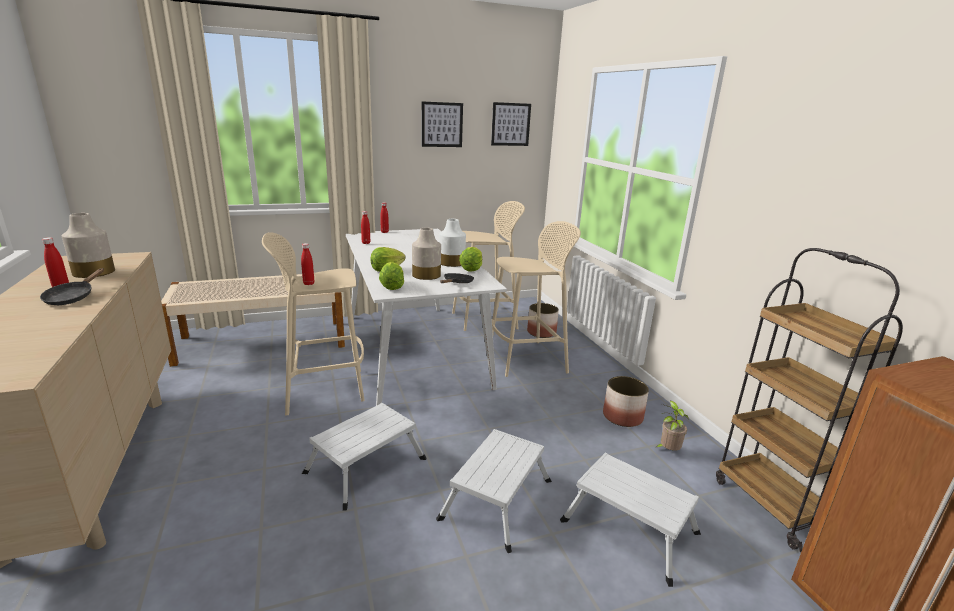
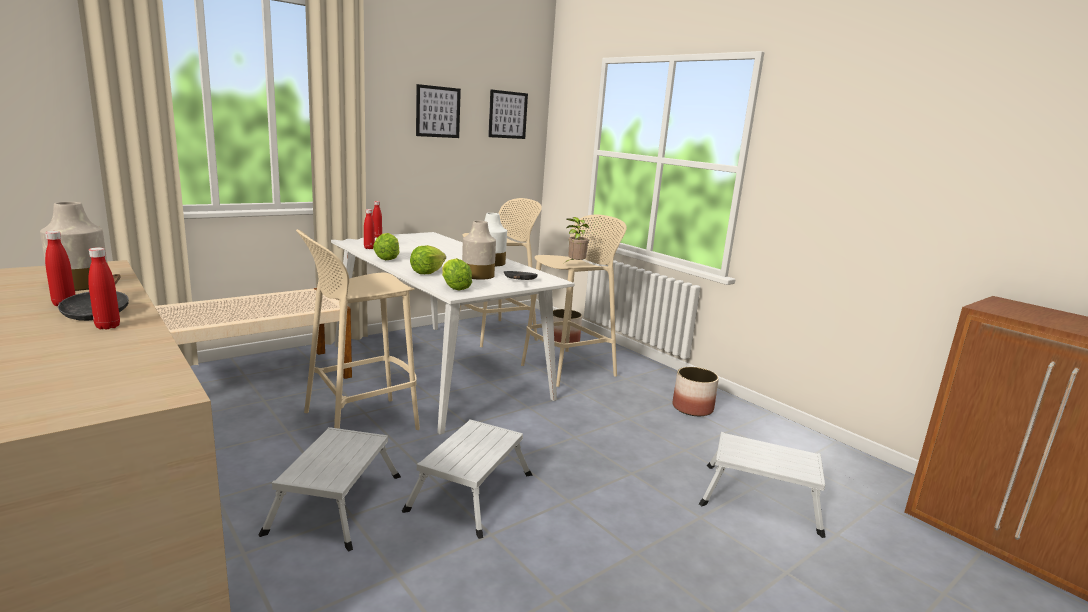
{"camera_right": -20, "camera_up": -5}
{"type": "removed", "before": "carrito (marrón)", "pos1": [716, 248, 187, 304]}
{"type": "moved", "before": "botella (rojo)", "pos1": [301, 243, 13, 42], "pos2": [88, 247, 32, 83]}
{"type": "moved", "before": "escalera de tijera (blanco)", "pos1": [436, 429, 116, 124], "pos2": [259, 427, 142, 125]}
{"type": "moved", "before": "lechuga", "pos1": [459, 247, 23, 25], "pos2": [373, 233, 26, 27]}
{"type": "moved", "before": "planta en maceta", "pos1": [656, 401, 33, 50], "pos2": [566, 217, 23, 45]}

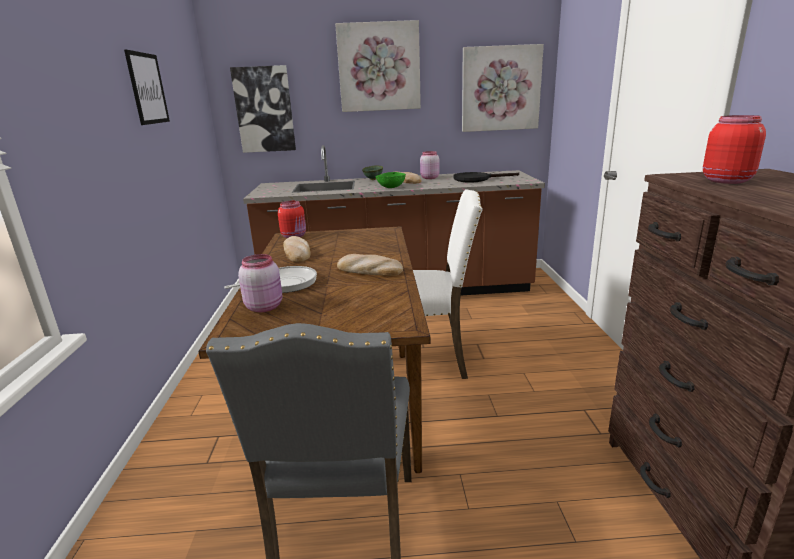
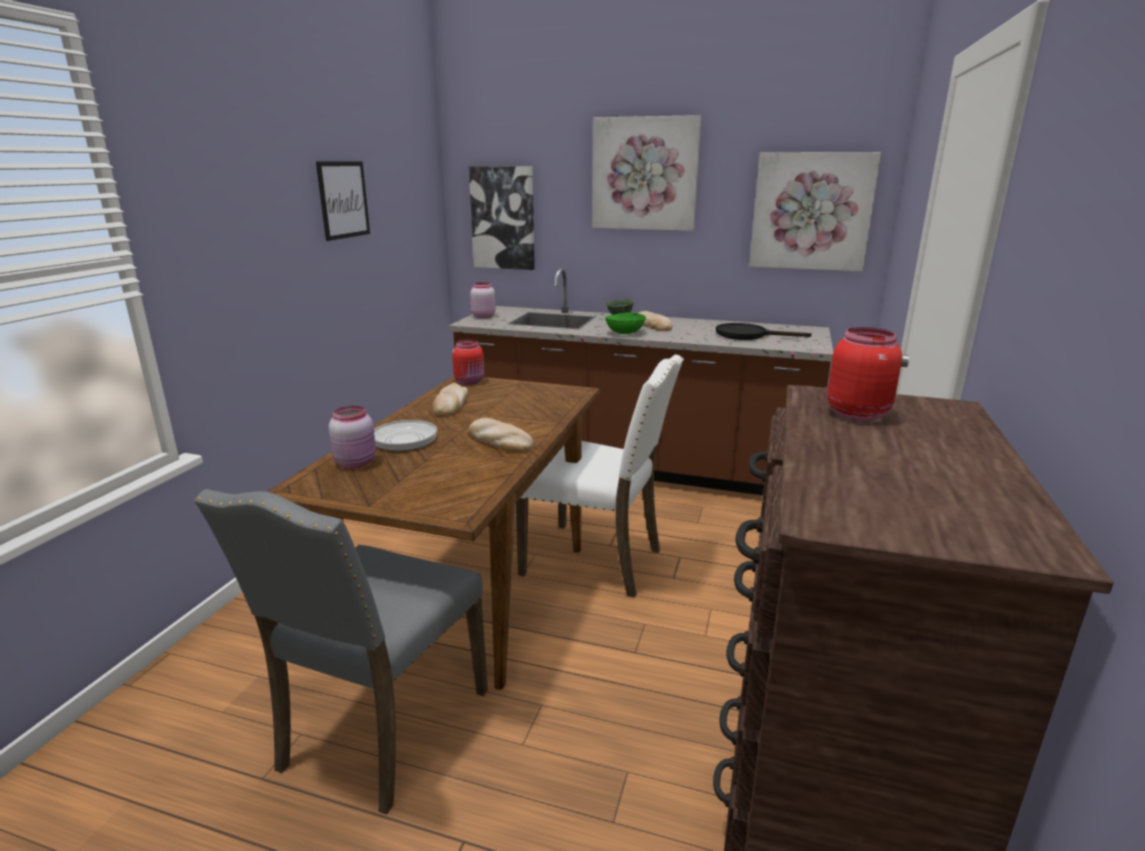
{"camera_right": 20, "camera_up": 0}
{"type": "moved", "before": "tarro (rosa)", "pos1": [420, 151, 19, 28], "pos2": [470, 282, 26, 36]}

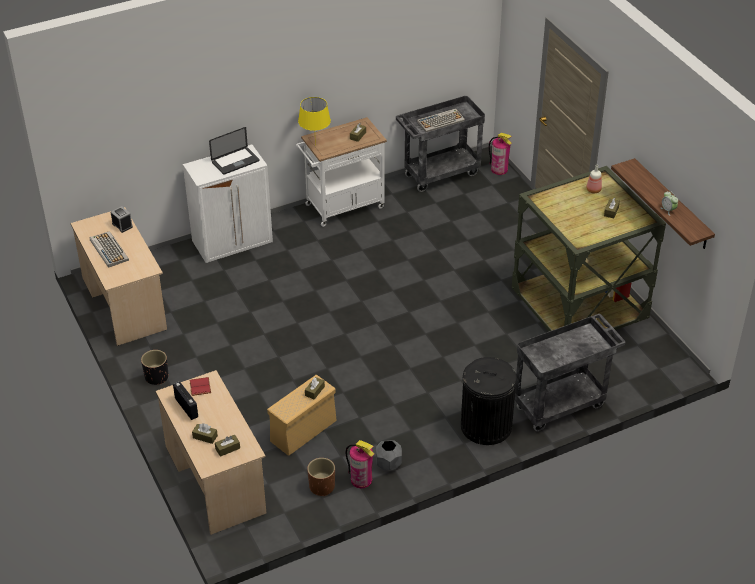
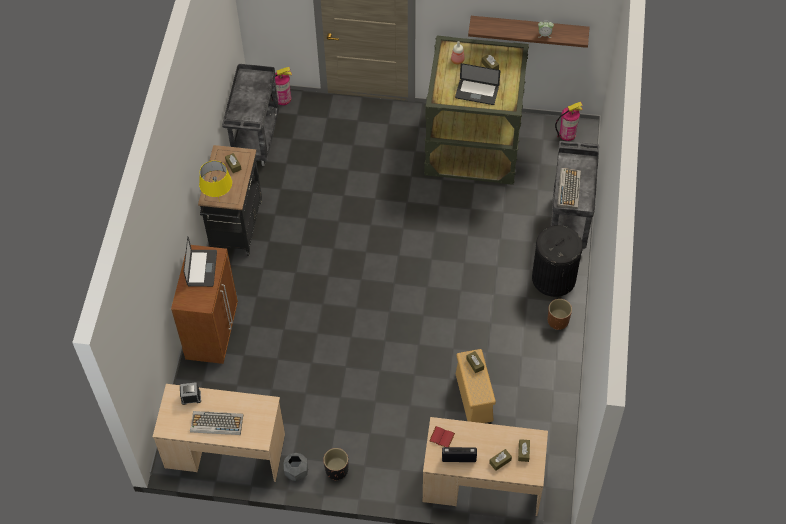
{"camera_right": -55, "camera_up": 15}
{"type": "added", "after": "portátil", "pos2": [455, 63, 45, 42]}
{"type": "moved", "before": "maceta (marrón)", "pos1": [307, 458, 28, 38], "pos2": [548, 299, 24, 31]}
{"type": "moved", "before": "extintor", "pos1": [345, 440, 29, 48], "pos2": [555, 102, 28, 39]}
{"type": "moved", "before": "maceta (gris)", "pos1": [376, 440, 26, 30], "pos2": [283, 453, 25, 28]}
{"type": "moved", "before": "teclado", "pos1": [417, 108, 48, 24], "pos2": [557, 168, 24, 41]}
{"type": "recoloured", "before": "armario (blanco)", "after": "armario (marrón)", "pos1": [183, 145, 90, 118], "pos2": [171, 245, 67, 119]}
{"type": "recoloured", "before": "carrito (blanco)", "after": "carrito (negro)", "pos1": [296, 117, 91, 110], "pos2": [198, 145, 64, 111]}

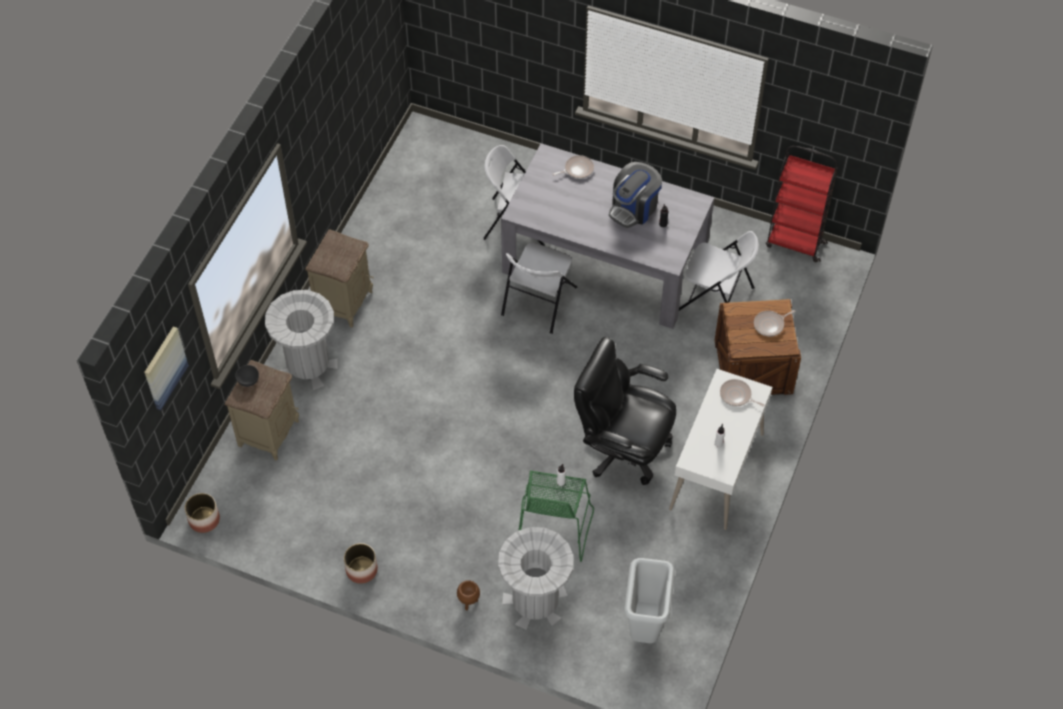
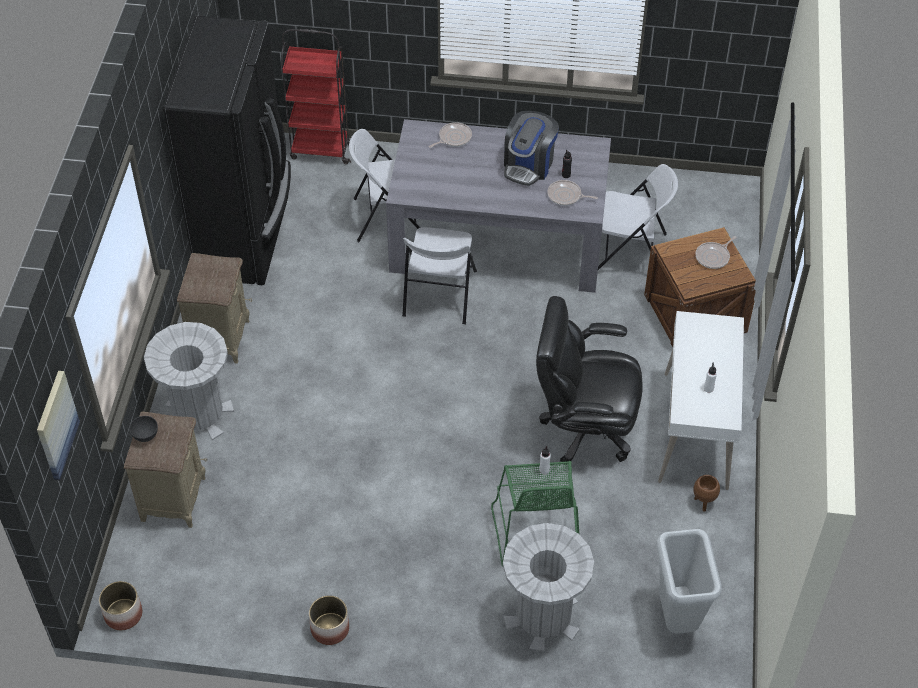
{"camera_right": -15, "camera_up": -5}
{"type": "added", "after": "nevera (negro)", "pos2": [163, 16, 128, 269]}
{"type": "moved", "before": "maceta (marrón)", "pos1": [457, 580, 23, 31], "pos2": [693, 475, 27, 37]}
{"type": "moved", "before": "sartén", "pos1": [720, 379, 44, 27], "pos2": [547, 180, 51, 26]}
{"type": "moved", "before": "carrito (rojo)", "pos1": [766, 146, 72, 116], "pos2": [281, 29, 70, 135]}

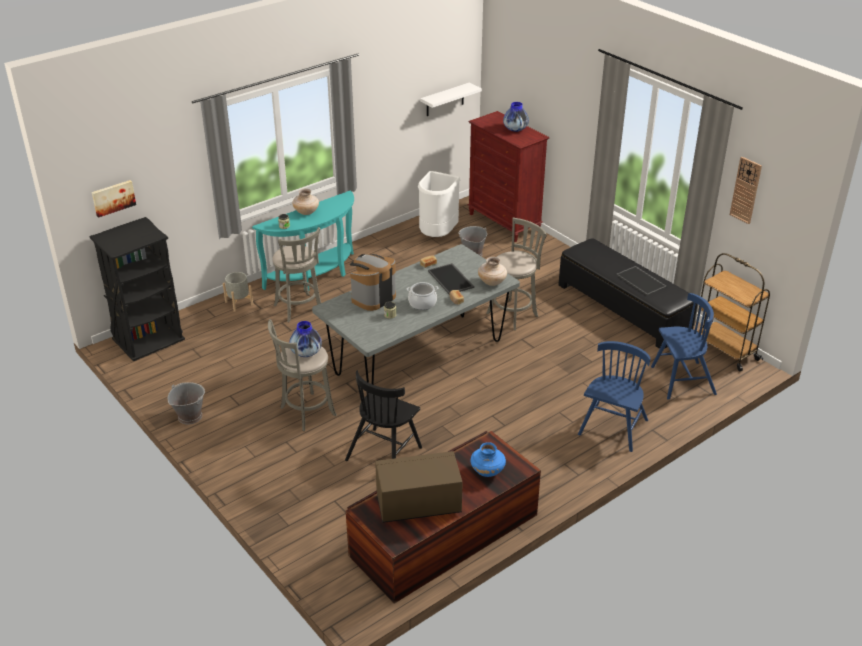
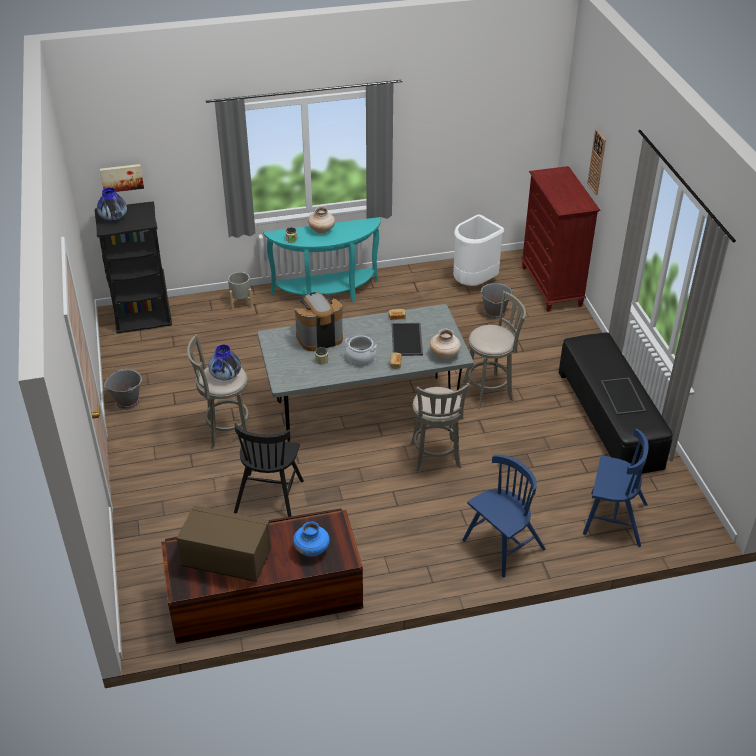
{"camera_right": 25, "camera_up": 5}
{"type": "removed", "before": "estante (blanco)", "pos1": [420, 82, 62, 34]}
{"type": "removed", "before": "carrito (marrón)", "pos1": [696, 253, 74, 118]}
{"type": "moved", "before": "taburete (gris)", "pos1": [272, 227, 49, 95], "pos2": [410, 383, 60, 89]}
{"type": "moved", "before": "florero", "pos1": [503, 102, 26, 30], "pos2": [97, 188, 30, 33]}
{"type": "moved", "before": "reloj de pared", "pos1": [730, 157, 32, 67], "pos2": [587, 129, 19, 66]}
{"type": "turned", "before": "silla (negro)", "pos1": [345, 370, 77, 91], "pos2": [234, 422, 70, 95], "turn": -45}

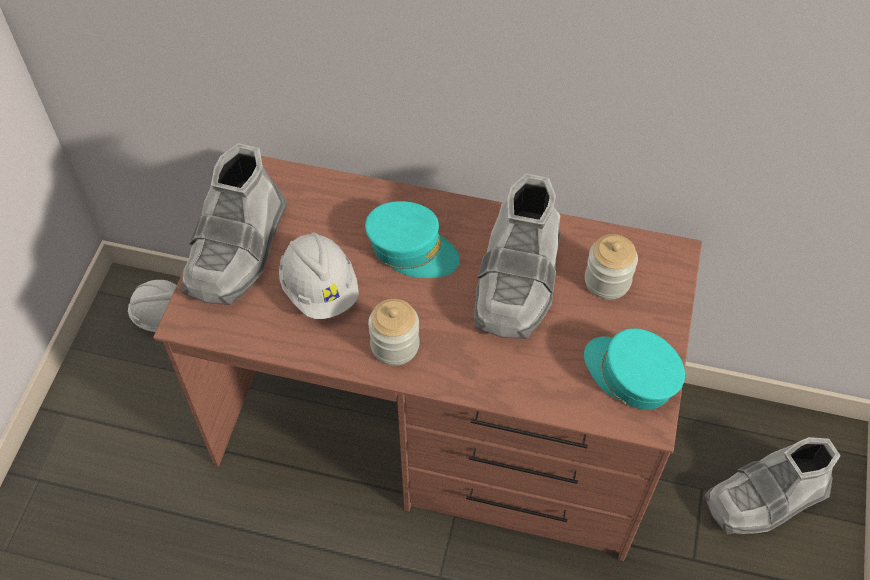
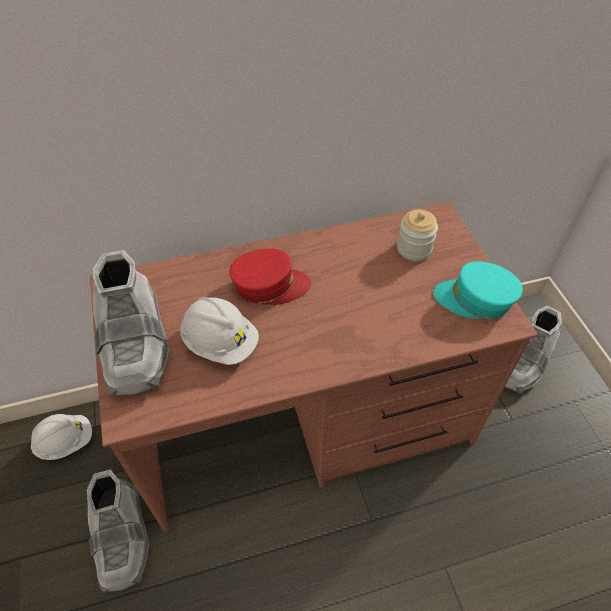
{"camera_right": -30, "camera_up": -5}
{"type": "removed", "before": "tarro", "pos1": [368, 299, 51, 67]}
{"type": "moved", "before": "bota (gris)", "pos1": [474, 174, 87, 165], "pos2": [87, 469, 62, 124]}
{"type": "recoloured", "before": "gorra (turquesa)", "after": "gorra (rojo)", "pos1": [365, 201, 95, 77], "pos2": [229, 248, 82, 57]}

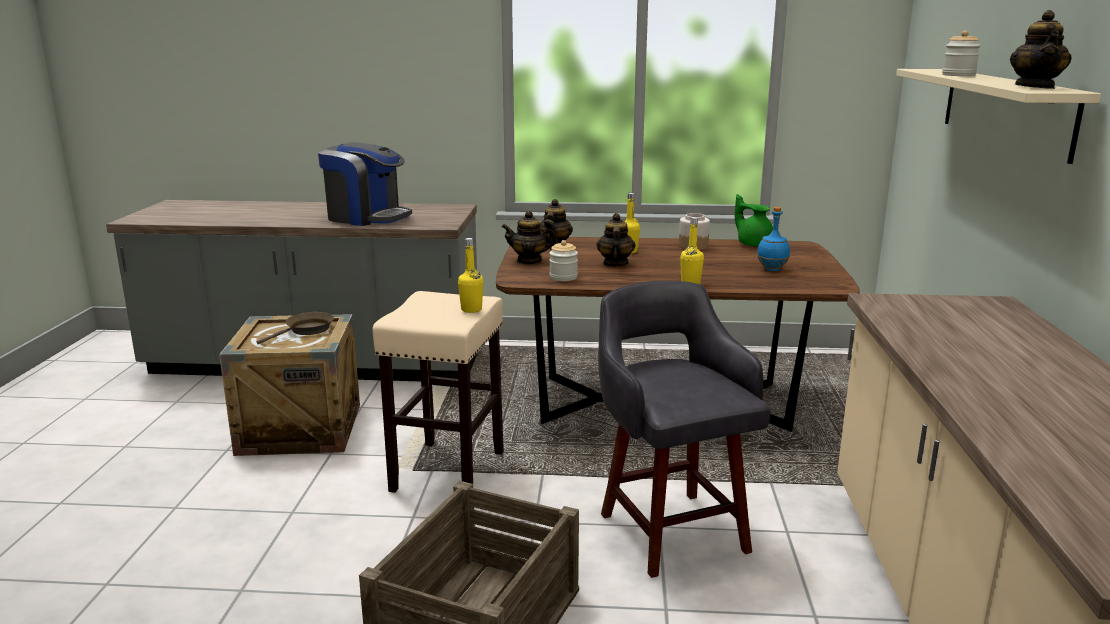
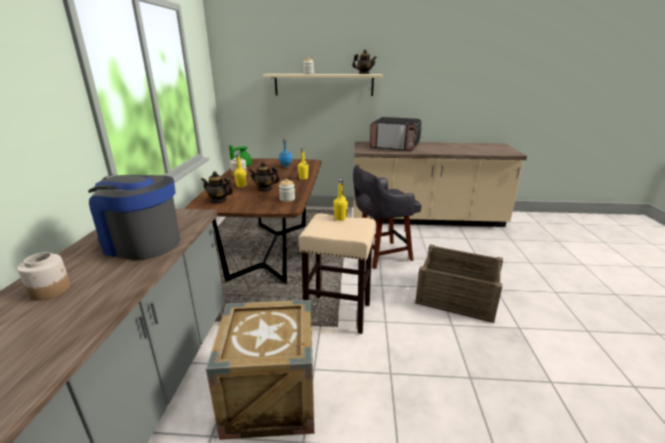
{"camera_right": -90, "camera_up": 5}
{"type": "removed", "before": "sartén (marrón)", "pos1": [256, 312, 78, 32]}
{"type": "removed", "before": "tetera", "pos1": [502, 211, 56, 53]}
{"type": "added", "after": "tarro", "pos2": [17, 252, 54, 49]}
{"type": "added", "after": "microondas", "pos2": [370, 117, 51, 34]}
{"type": "turned", "before": "cafetera", "pos1": [318, 142, 94, 84], "pos2": [88, 175, 93, 85], "turn": -90}

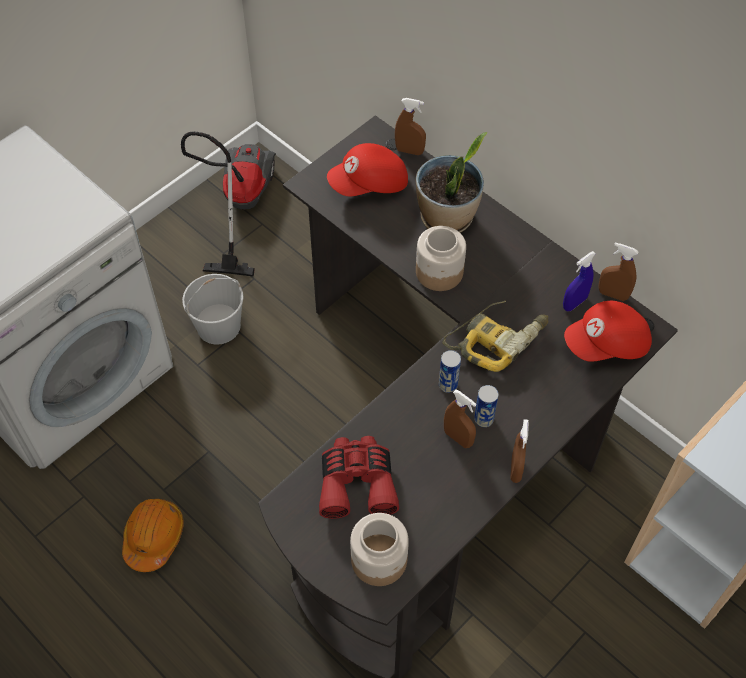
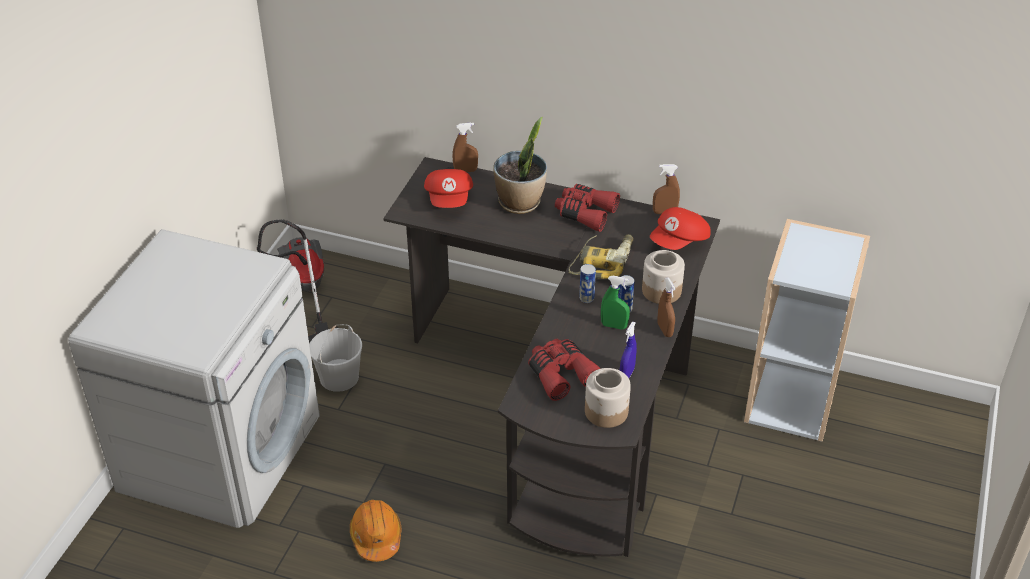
{"camera_right": -25, "camera_up": -15}
{"type": "added", "after": "prismáticos (rojo)", "pos2": [555, 184, 65, 48]}
{"type": "moved", "before": "tarro", "pos1": [416, 226, 50, 65], "pos2": [642, 250, 43, 54]}
{"type": "moved", "before": "pulverizador (azul)", "pos1": [563, 251, 33, 60], "pos2": [620, 322, 17, 56]}
{"type": "recoloured", "before": "pulverizador (marrón)", "after": "pulverizador (verde)", "pos1": [444, 390, 32, 58], "pos2": [601, 276, 29, 53]}
{"type": "turned", "before": "gorra (rojo)", "pos1": [327, 143, 81, 53], "pos2": [424, 169, 49, 39], "turn": -45}

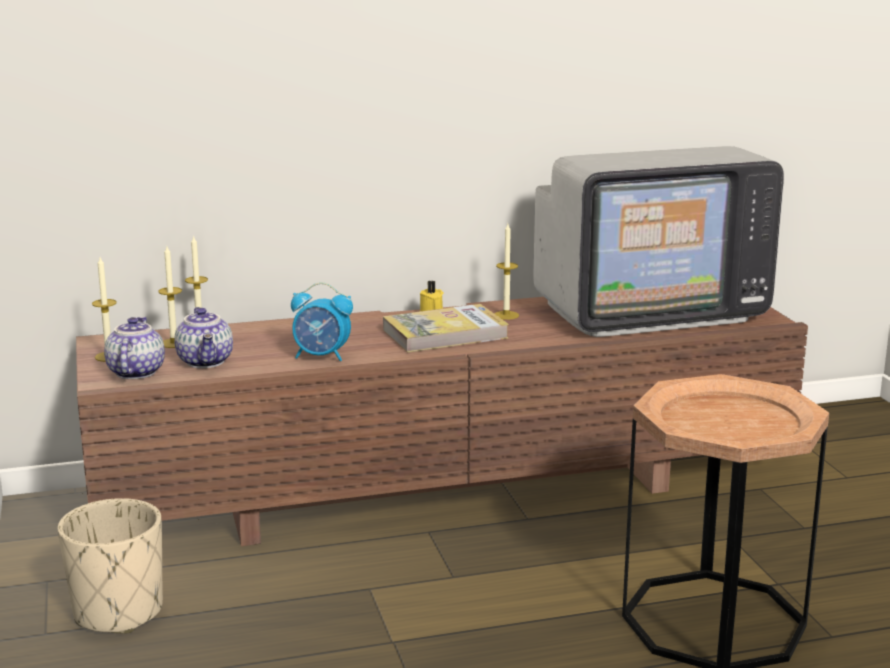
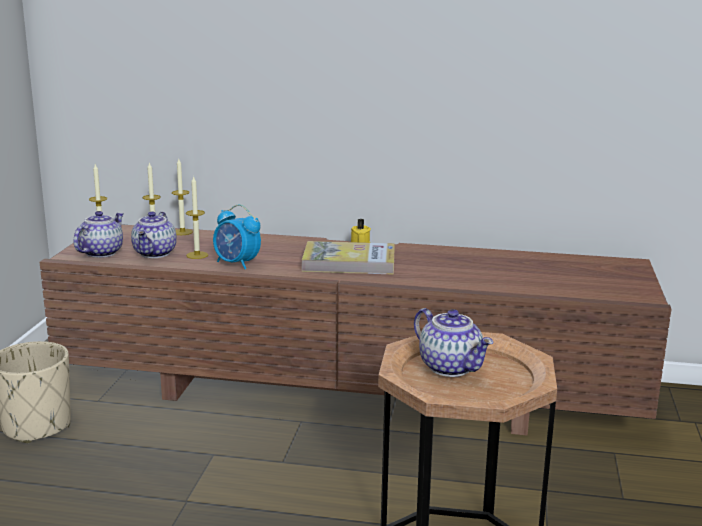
{"camera_right": 25, "camera_up": 0}
{"type": "removed", "before": "televisor", "pos1": [533, 146, 251, 191]}
{"type": "added", "after": "tetera", "pos2": [414, 308, 79, 69]}
{"type": "moved", "before": "vela", "pos1": [494, 224, 25, 96], "pos2": [186, 176, 22, 83]}

